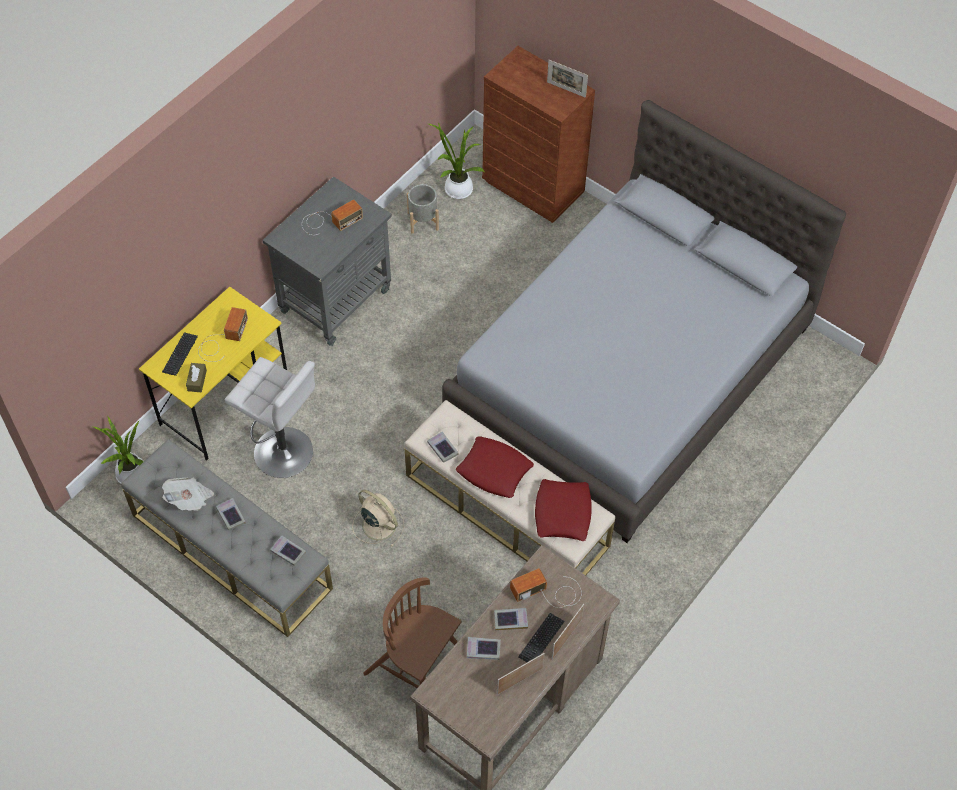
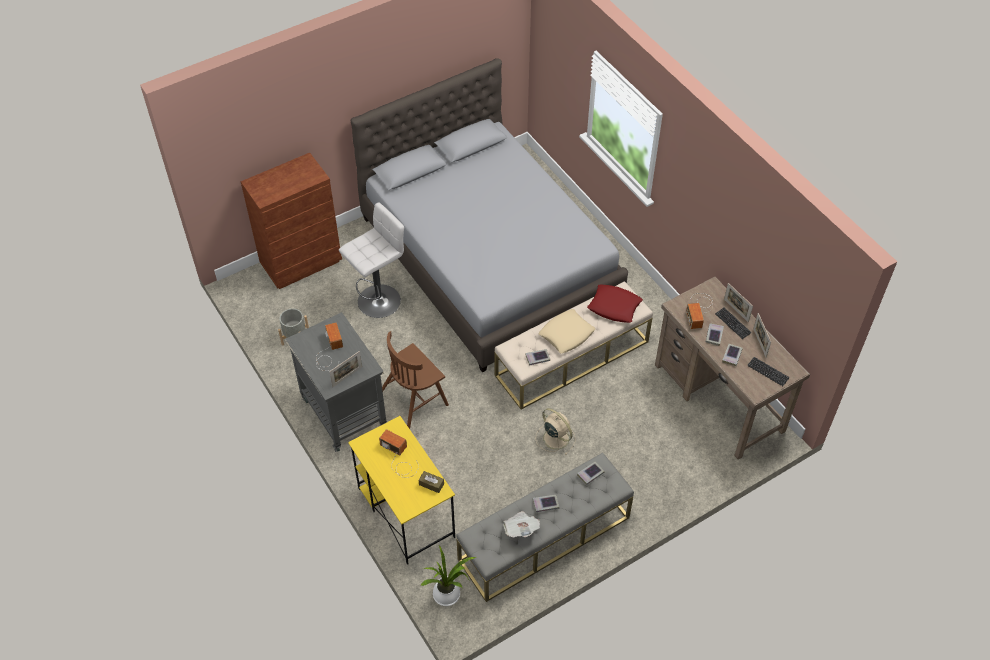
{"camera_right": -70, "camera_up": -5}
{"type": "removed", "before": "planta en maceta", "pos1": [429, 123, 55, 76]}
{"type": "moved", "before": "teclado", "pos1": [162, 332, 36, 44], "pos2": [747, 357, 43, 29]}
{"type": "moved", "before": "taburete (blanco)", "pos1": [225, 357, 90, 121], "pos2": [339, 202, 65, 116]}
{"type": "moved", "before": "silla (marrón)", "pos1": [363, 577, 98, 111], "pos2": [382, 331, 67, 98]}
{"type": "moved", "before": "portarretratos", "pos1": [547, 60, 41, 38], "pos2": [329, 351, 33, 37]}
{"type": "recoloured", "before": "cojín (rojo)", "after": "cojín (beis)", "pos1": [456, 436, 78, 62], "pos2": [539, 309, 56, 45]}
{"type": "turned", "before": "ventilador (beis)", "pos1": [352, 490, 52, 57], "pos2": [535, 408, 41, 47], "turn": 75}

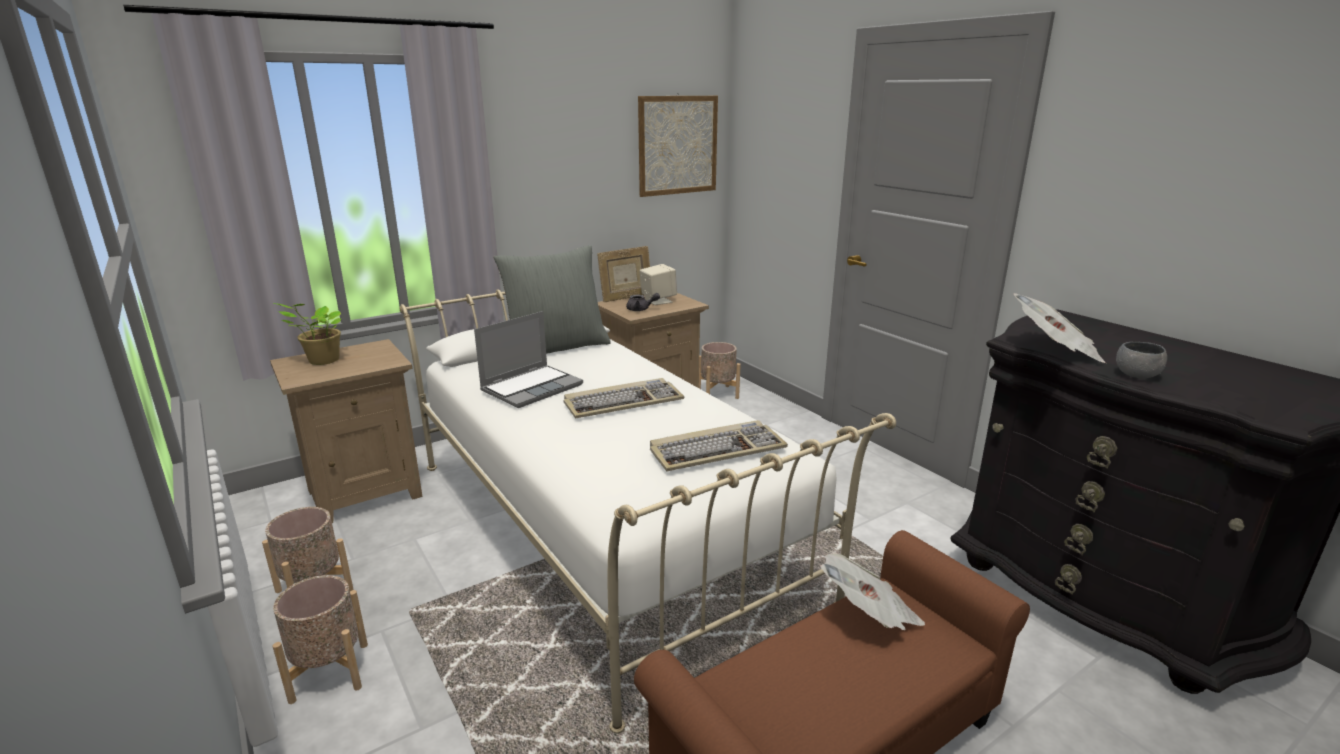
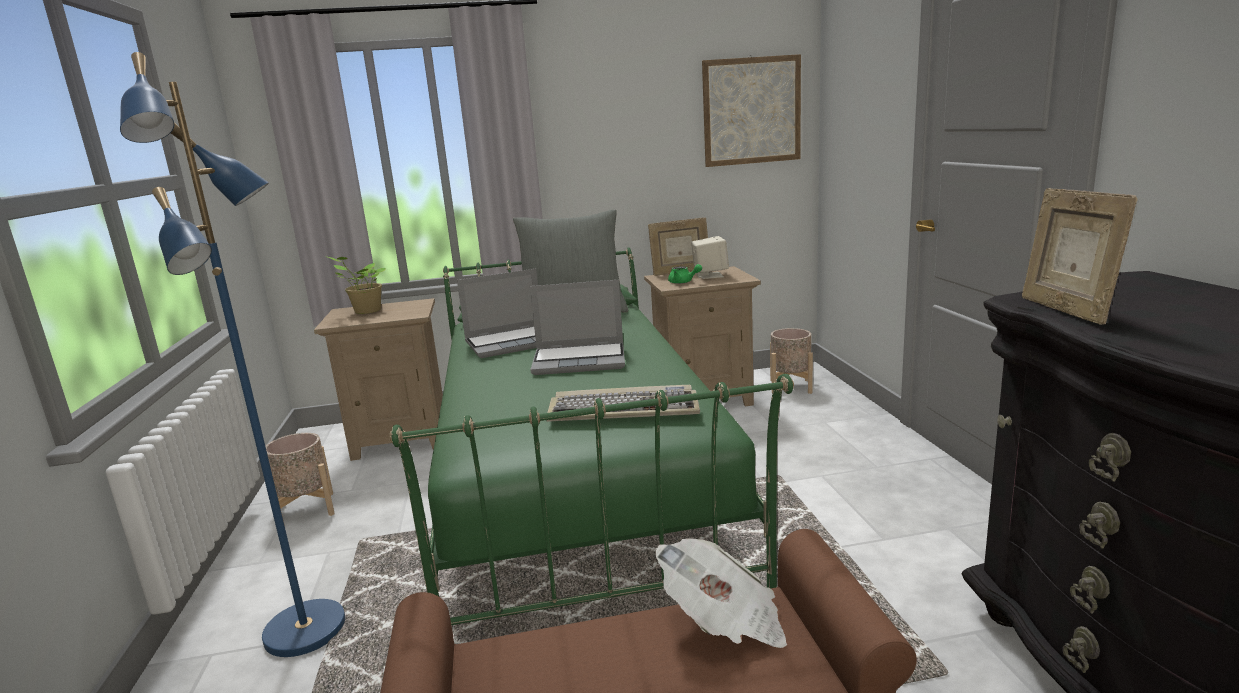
{"camera_right": 25, "camera_up": -5}
{"type": "removed", "before": "maceta (beis)", "pos1": [272, 575, 96, 129]}
{"type": "removed", "before": "cuenco (gris)", "pos1": [1116, 342, 51, 36]}
{"type": "added", "after": "lámpara de pie (azul)", "pos2": [120, 52, 225, 605]}
{"type": "replaced", "before": "teclado", "after": "portátil", "pos1": [564, 378, 120, 41], "pos2": [530, 280, 95, 95]}
{"type": "replaced", "before": "periódico", "after": "portarretratos", "pos1": [1013, 293, 92, 70], "pos2": [1022, 188, 116, 137]}
{"type": "recoloured", "before": "cama (blanco)", "after": "cama (verde)", "pos1": [399, 289, 497, 444], "pos2": [389, 247, 405, 378]}
{"type": "recoloured", "before": "tetera (gris)", "after": "tetera (verde)", "pos1": [626, 293, 34, 18], "pos2": [668, 264, 34, 20]}

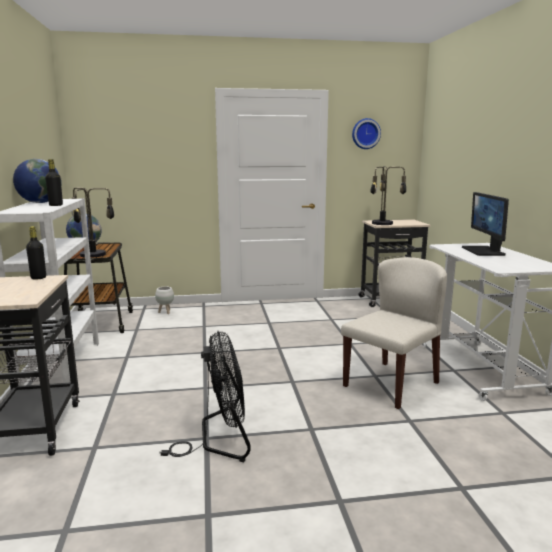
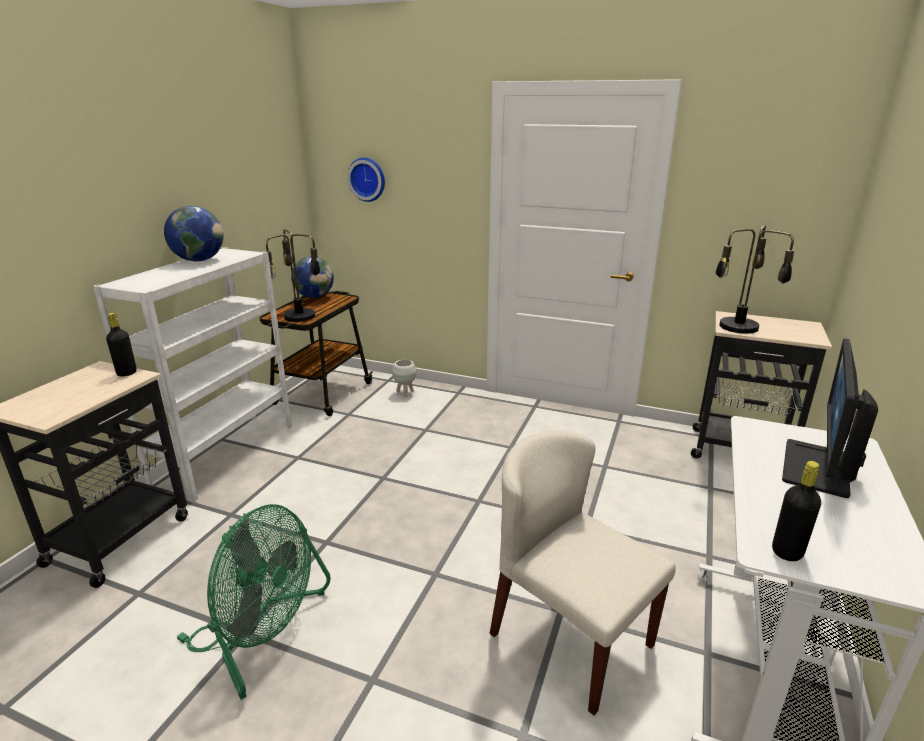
{"camera_right": 30, "camera_up": 10}
{"type": "moved", "before": "botella (negro)", "pos1": [45, 159, 18, 47], "pos2": [772, 461, 49, 100]}
{"type": "moved", "before": "reloj de pared", "pos1": [352, 118, 29, 31], "pos2": [347, 158, 38, 44]}
{"type": "recoloured", "before": "ventilador (negro)", "after": "ventilador (verde)", "pos1": [159, 331, 92, 132], "pos2": [177, 504, 153, 196]}
{"type": "turned", "before": "silla (beis)", "pos1": [341, 257, 106, 152], "pos2": [490, 431, 186, 284], "turn": -120}

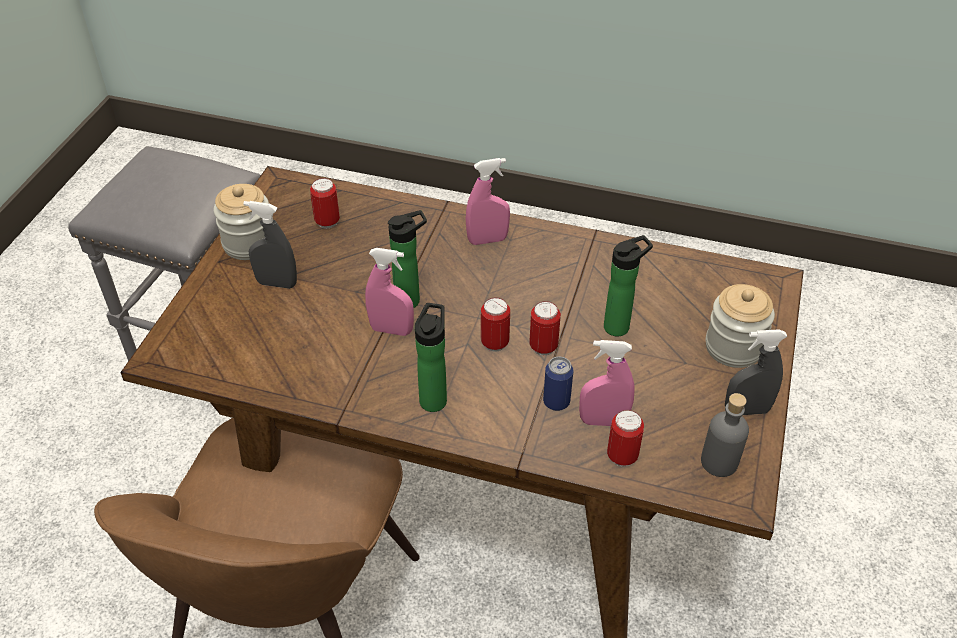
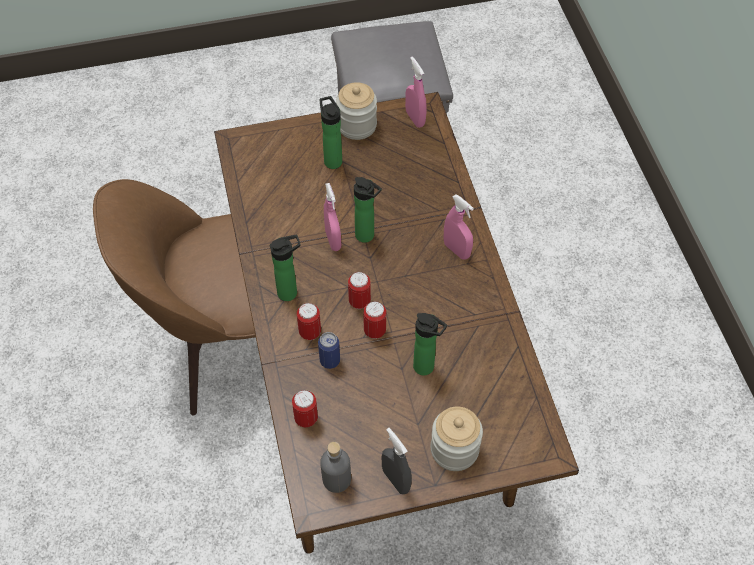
{"camera_right": 60, "camera_up": 10}
{"type": "moved", "before": "lata", "pos1": [310, 178, 30, 50], "pos2": [297, 303, 24, 37]}
{"type": "moved", "before": "pulverizador (rosa)", "pos1": [579, 340, 56, 86], "pos2": [405, 56, 22, 72]}
{"type": "replaced", "before": "pulverizador (gris)", "after": "botella", "pos1": [243, 201, 54, 88], "pos2": [320, 96, 22, 73]}

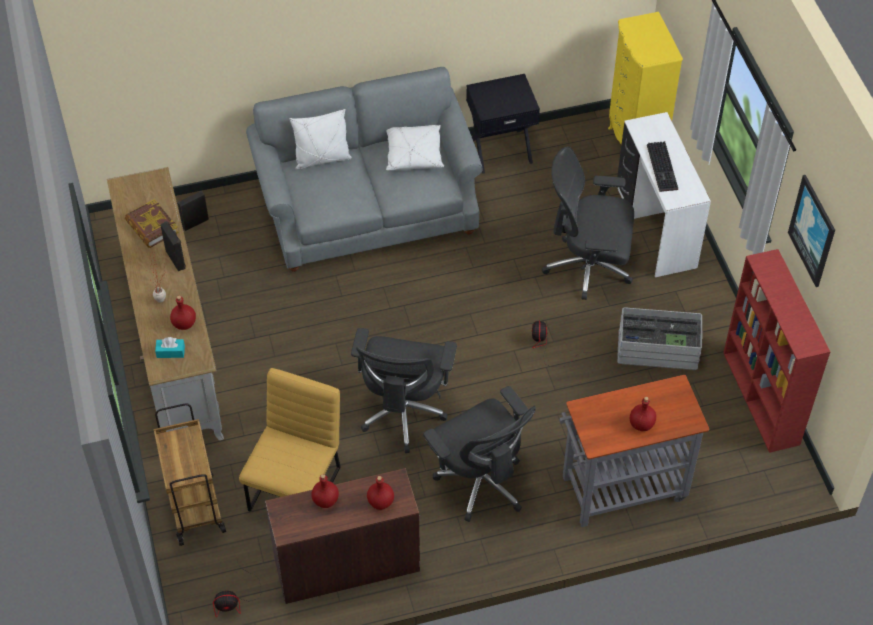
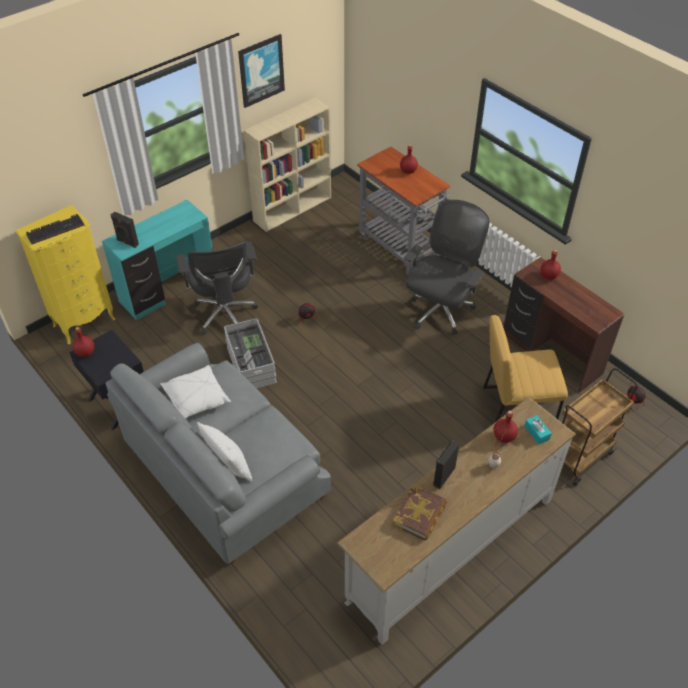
{"camera_right": -115, "camera_up": -5}
{"type": "removed", "before": "silla de oficina", "pos1": [351, 328, 106, 125]}
{"type": "moved", "before": "altavoz (negro)", "pos1": [177, 190, 32, 41], "pos2": [110, 211, 29, 37]}
{"type": "moved", "before": "botella (rojo)", "pos1": [311, 474, 28, 34], "pos2": [73, 327, 21, 30]}
{"type": "moved", "before": "caja de almacenaje (gris)", "pos1": [617, 307, 85, 63], "pos2": [224, 318, 53, 70]}
{"type": "moved", "before": "teclado", "pos1": [647, 141, 31, 51], "pos2": [26, 214, 59, 30]}
{"type": "recoloured", "before": "escritorio (blanco)", "after": "escritorio (turquesa)", "pos1": [617, 112, 94, 165], "pos2": [102, 200, 111, 120]}
{"type": "recoloured", "before": "estantería (rojo)", "after": "estantería (beis)", "pos1": [723, 249, 107, 204], "pos2": [244, 98, 87, 134]}

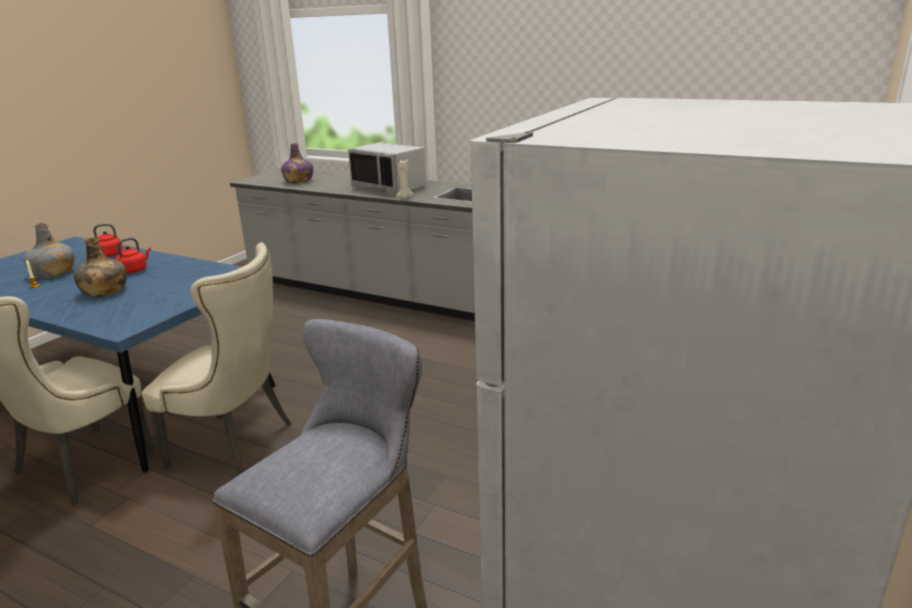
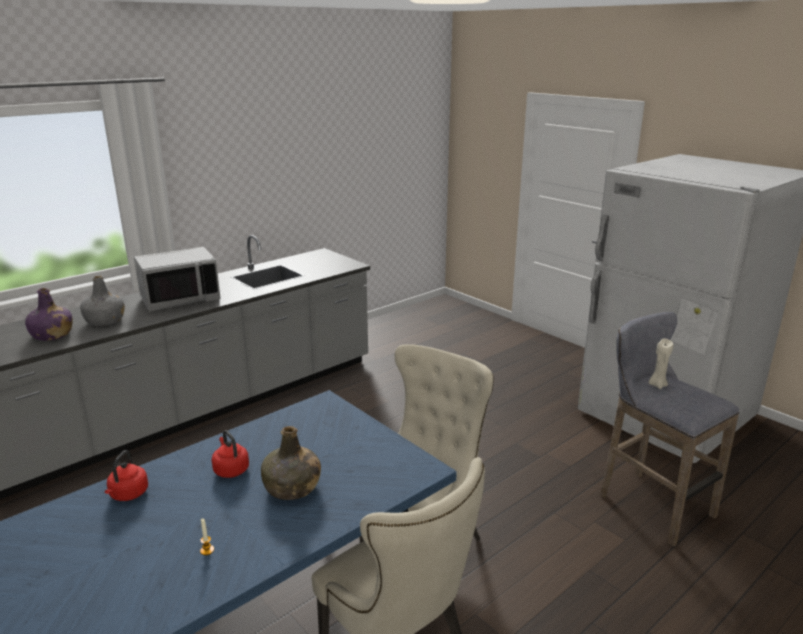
{"camera_right": -70, "camera_up": 0}
{"type": "moved", "before": "botella (gris)", "pos1": [23, 223, 51, 55], "pos2": [80, 276, 45, 50]}
{"type": "moved", "before": "vela (beis)", "pos1": [396, 159, 18, 40], "pos2": [648, 338, 25, 51]}

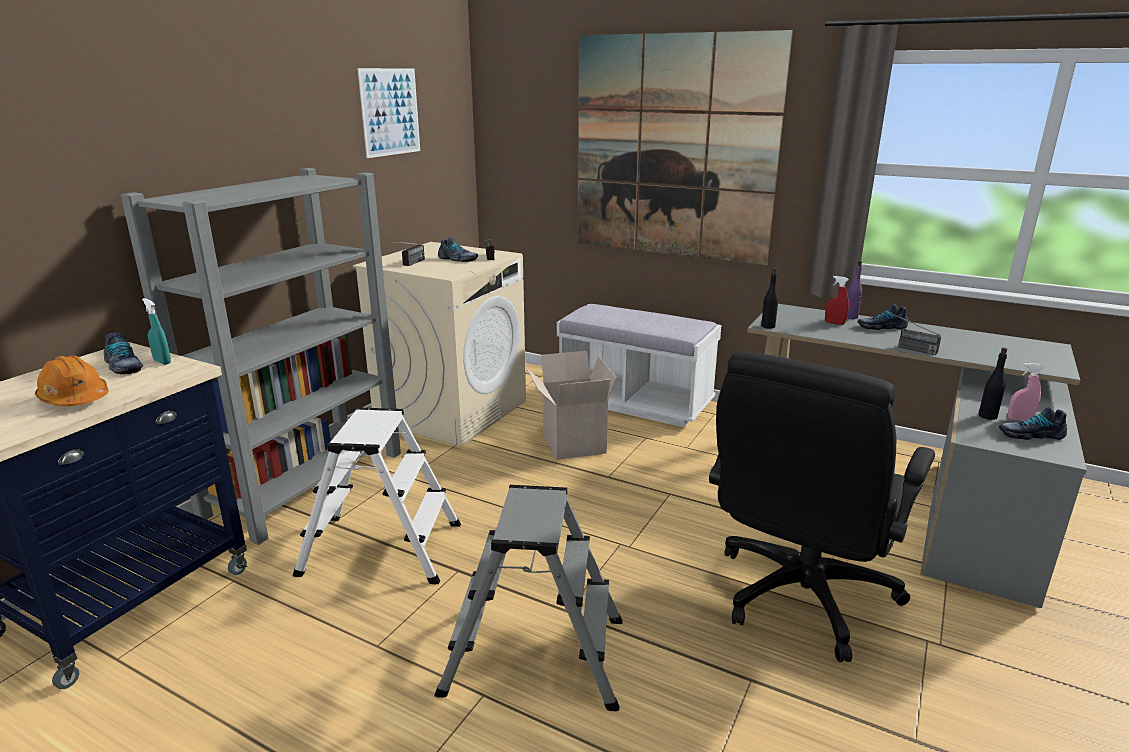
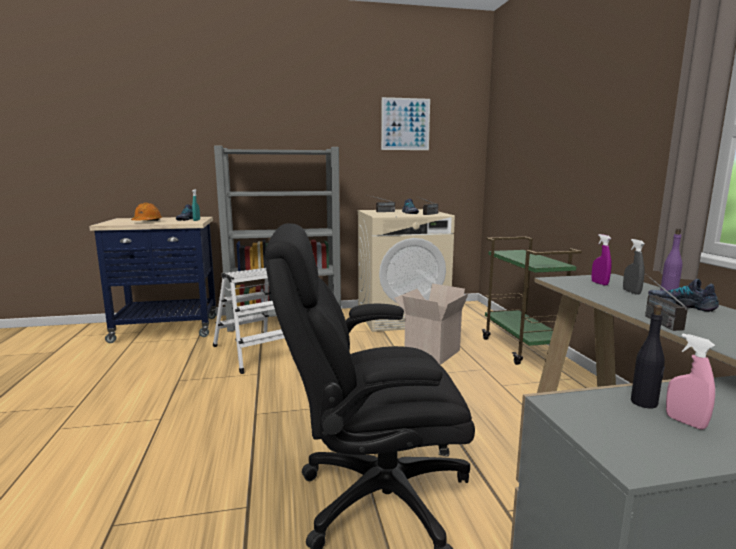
{"camera_right": 50, "camera_up": -10}
{"type": "removed", "before": "escalera de tijera (gris)", "pos1": [434, 485, 189, 226]}
{"type": "removed", "before": "cuadro", "pos1": [578, 30, 215, 235]}
{"type": "removed", "before": "botella (negro)", "pos1": [761, 268, 17, 61]}
{"type": "removed", "before": "zapato", "pos1": [999, 407, 68, 33]}
{"type": "added", "after": "pulverizador (morado)", "pos2": [591, 234, 20, 52]}
{"type": "replaced", "before": "banco (blanco)", "after": "carrito (verde)", "pos1": [557, 304, 164, 123], "pos2": [481, 237, 101, 128]}
{"type": "recoloured", "before": "pulverizador (rojo)", "after": "pulverizador (gris)", "pos1": [825, 276, 24, 49], "pos2": [623, 239, 22, 56]}

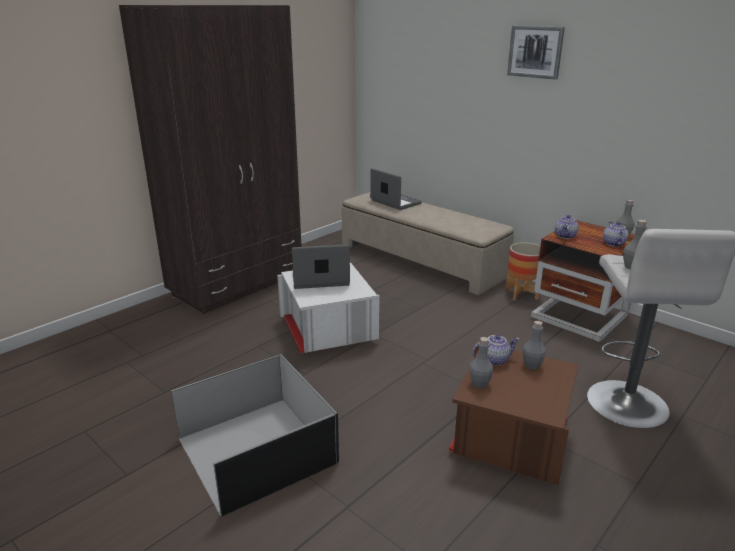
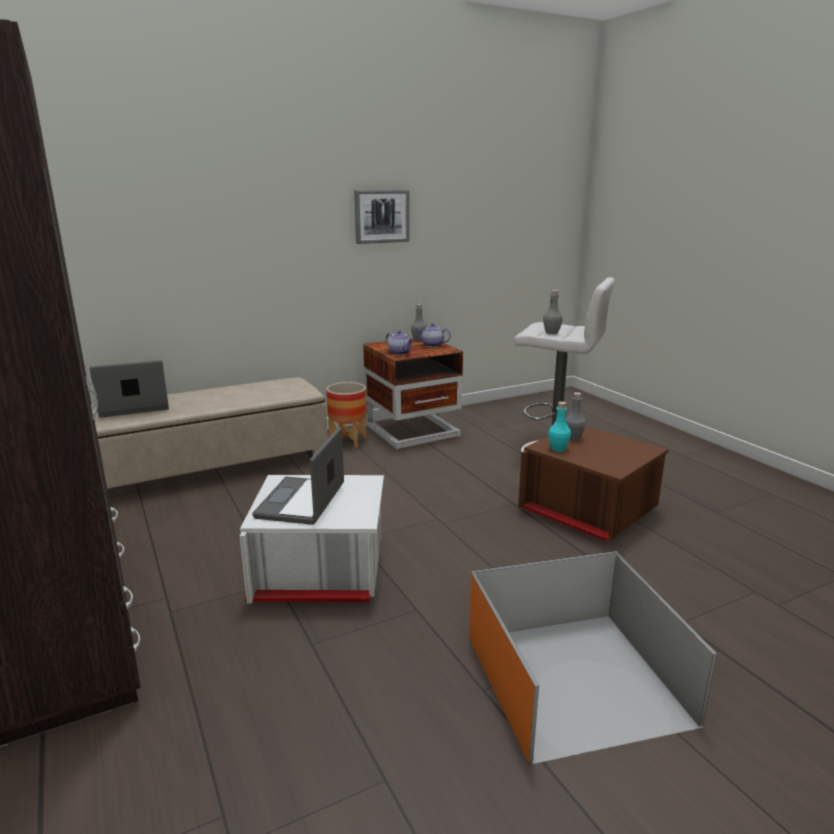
{"camera_right": -70, "camera_up": -5}
{"type": "removed", "before": "botella (gris)", "pos1": [470, 337, 23, 51]}
{"type": "moved", "before": "cuadro", "pos1": [507, 26, 58, 53], "pos2": [355, 190, 55, 54]}
{"type": "replaced", "before": "tetera", "after": "botella (turquesa)", "pos1": [473, 334, 46, 32], "pos2": [548, 402, 23, 50]}
{"type": "recoloured", "before": "caja de almacenaje (negro)", "after": "caja de almacenaje (naranja)", "pos1": [171, 354, 168, 162], "pos2": [469, 551, 248, 213]}

